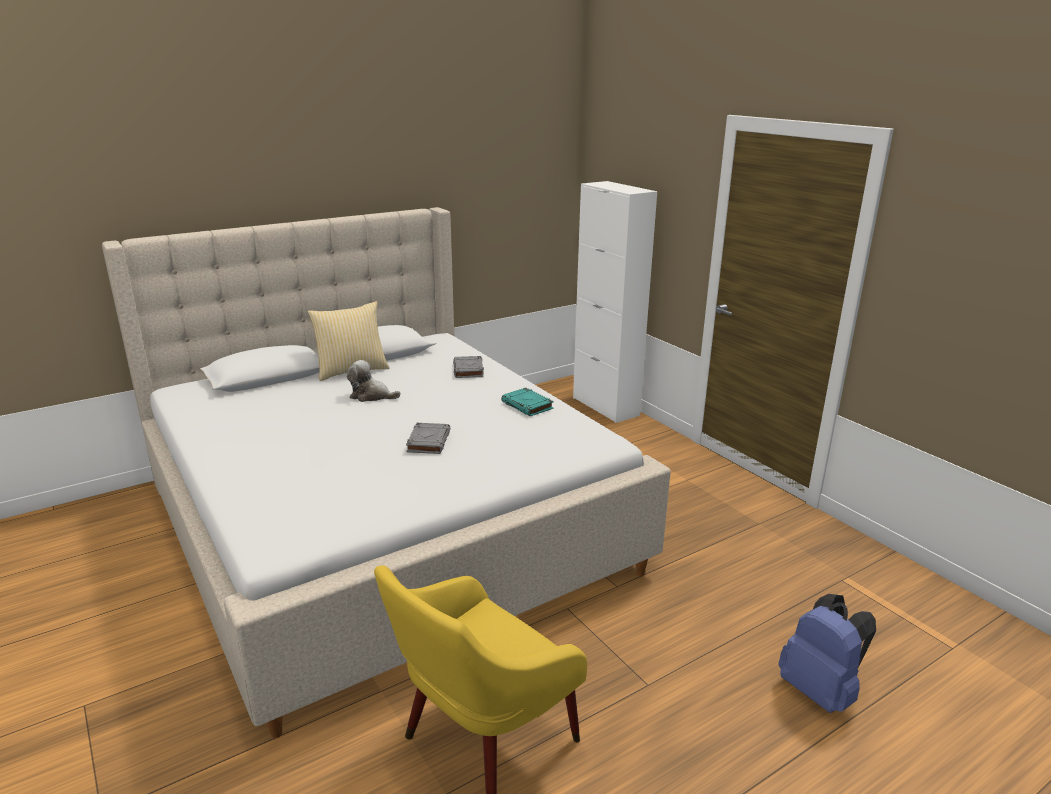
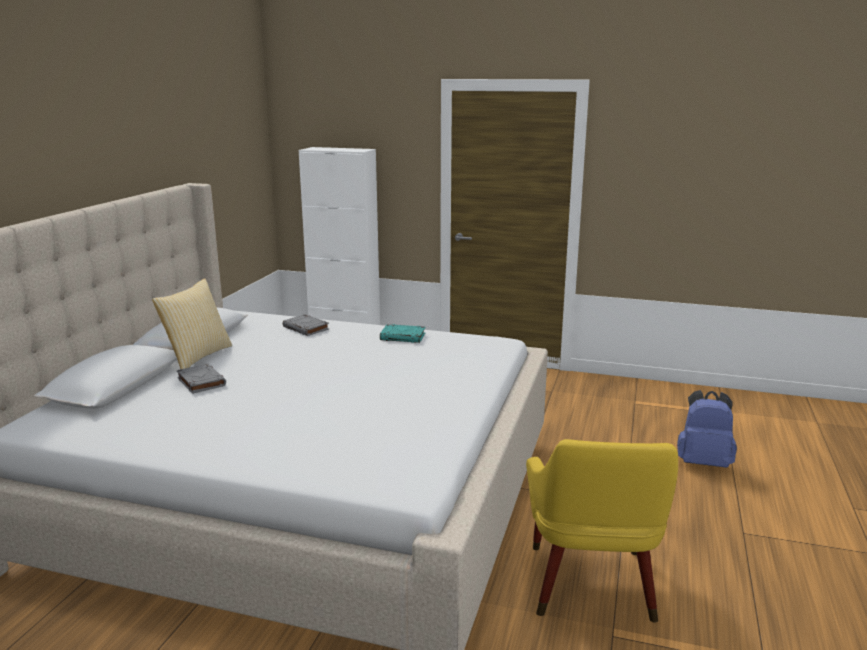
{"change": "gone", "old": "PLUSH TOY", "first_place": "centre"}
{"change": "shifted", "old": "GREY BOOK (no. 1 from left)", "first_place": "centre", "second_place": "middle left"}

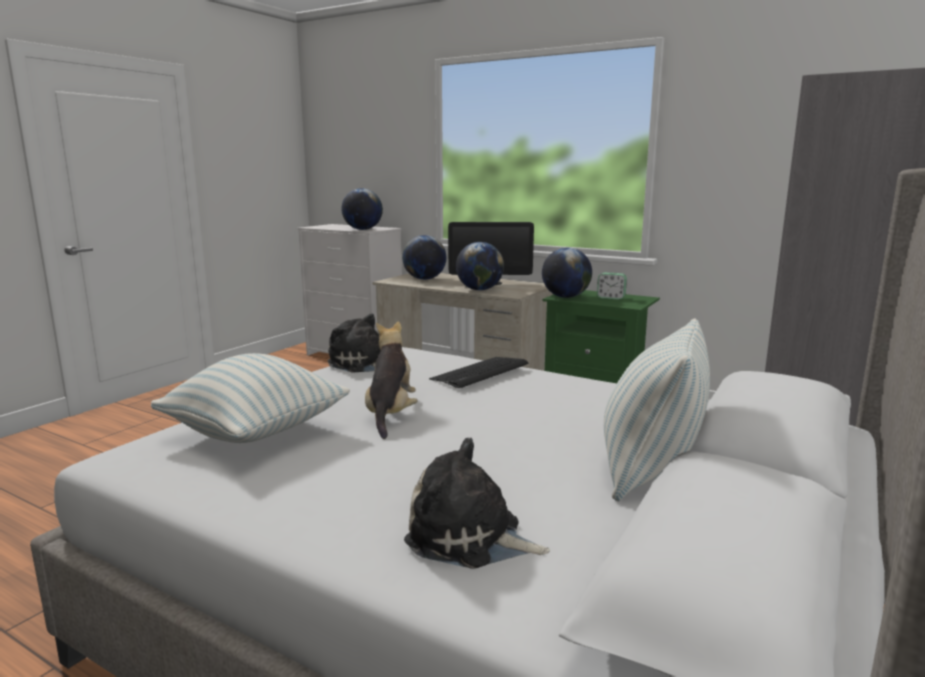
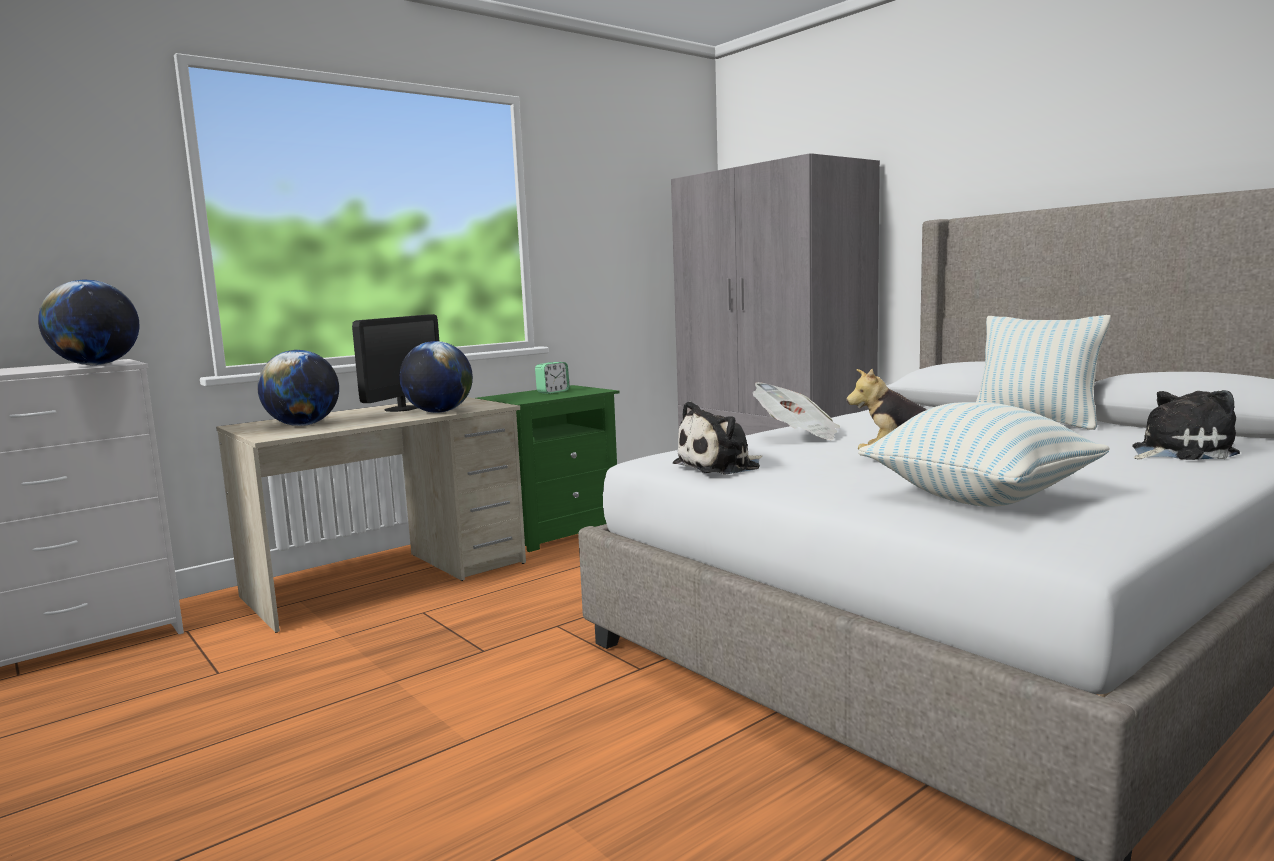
{"change": "gone", "old": "GLOBE (no. 4 from left)", "first_place": "centre"}
{"change": "swapped", "old": "KEYBOARD", "new": "NEWSPAPER", "first_place": "centre", "second_place": "centre"}
{"change": "rotated", "old": "PLUSH TOY (no. 3 from left)", "first_place": "bottom centre", "second_place": "middle right", "degrees": -150}

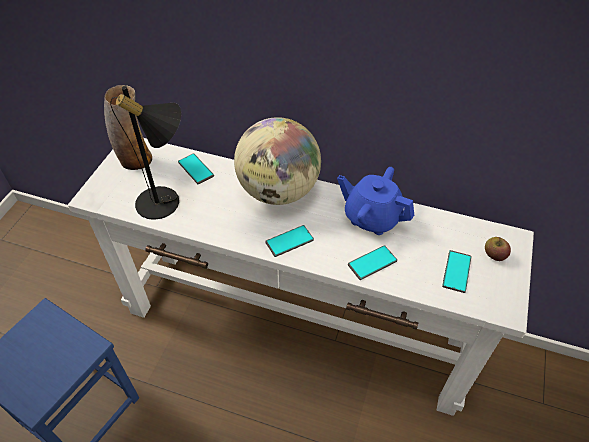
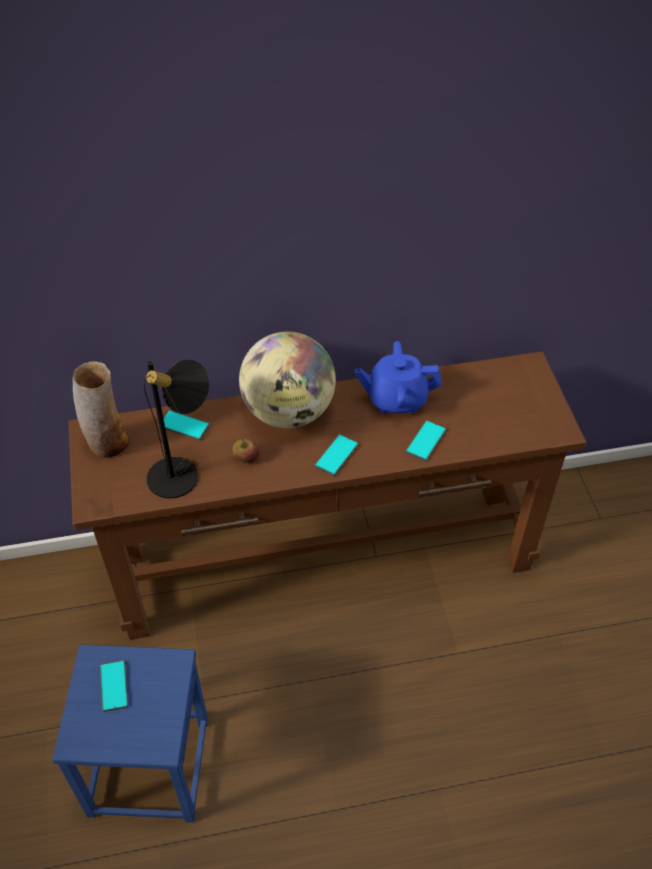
{"change": "shifted", "old": "PHONE (no. 4 from left in the first image)", "new": "PHONE (no. 1 from left)", "first_place": "middle right", "second_place": "bottom left"}
{"change": "shifted", "old": "APPLE", "first_place": "middle right", "second_place": "centre"}
{"change": "repainted", "old": "WHITE CONSOLE TABLE", "new": "BROWN CONSOLE TABLE", "first_place": "centre", "second_place": "centre"}

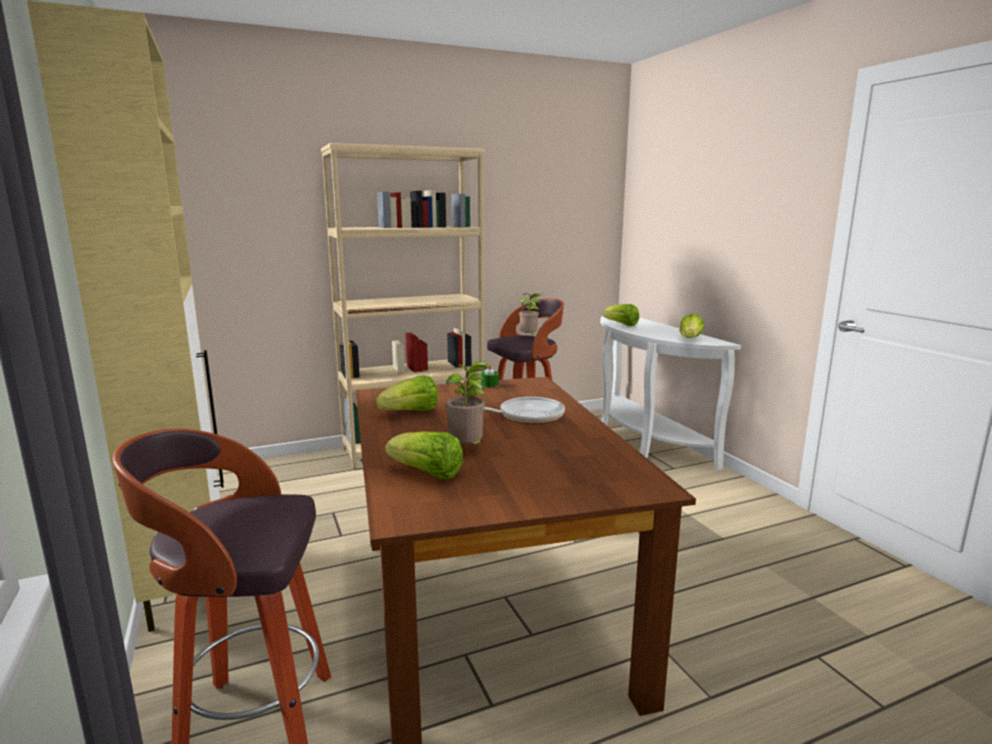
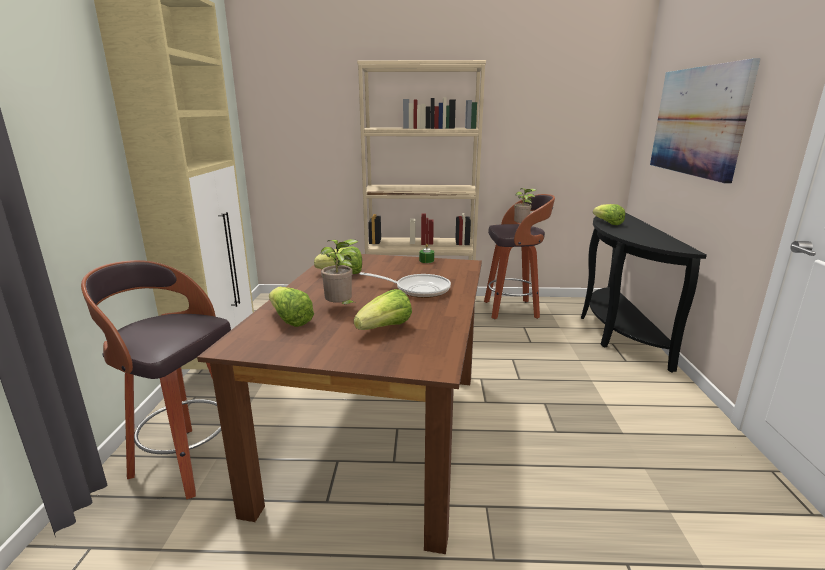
{"change": "new", "new": "PICTURE", "second_place": "top right"}
{"change": "shifted", "old": "LETTUCE (no. 4 from left in the first image)", "new": "LETTUCE (no. 3 from left)", "first_place": "middle right", "second_place": "centre"}
{"change": "repainted", "old": "WHITE CONSOLE TABLE", "new": "BLACK CONSOLE TABLE", "first_place": "middle right", "second_place": "middle right"}

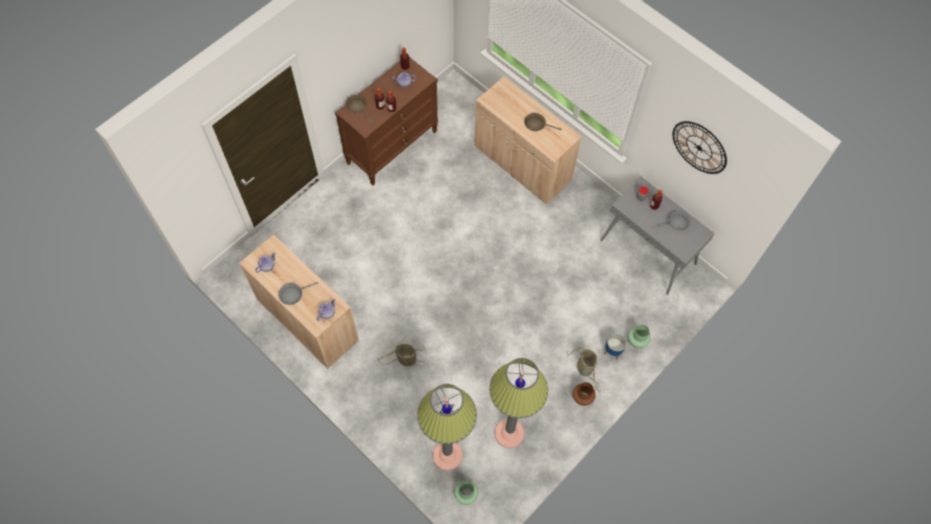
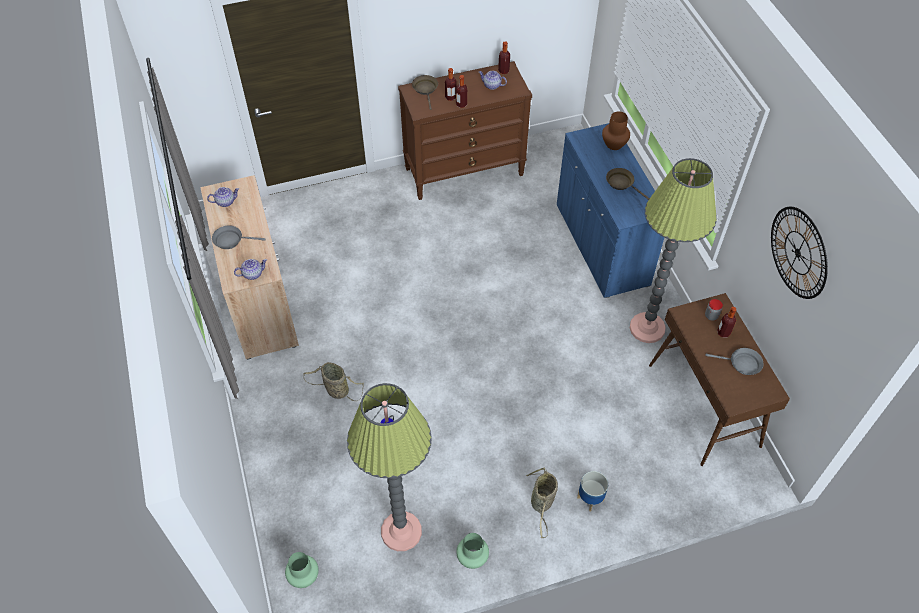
{"change": "shifted", "old": "FLOOR LAMP (no. 1 from left in the first image)", "new": "FLOOR LAMP (no. 2 from left)", "first_place": "bottom centre", "second_place": "middle right"}
{"change": "shifted", "old": "BROWN VASE", "first_place": "bottom centre", "second_place": "top right"}
{"change": "shifted", "old": "GREEN VASE (no. 2 from left)", "first_place": "middle right", "second_place": "bottom centre"}
{"change": "repainted", "old": "BEIGE CABINET (no. 2 from left)", "new": "BLUE CABINET", "first_place": "top centre", "second_place": "centre"}
{"change": "repainted", "old": "GREY CONSOLE TABLE", "new": "BROWN CONSOLE TABLE", "first_place": "middle right", "second_place": "middle right"}

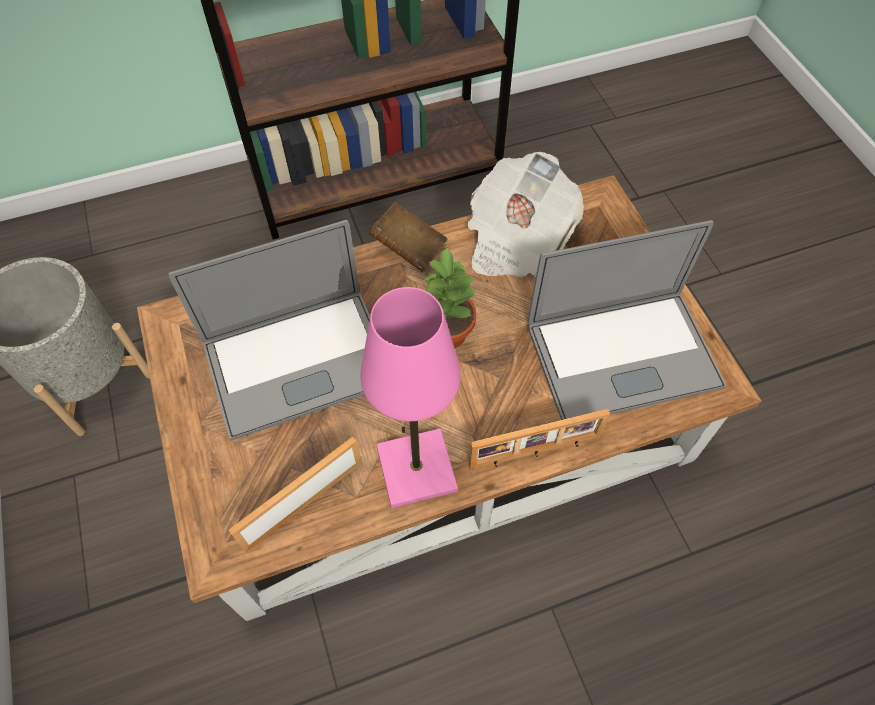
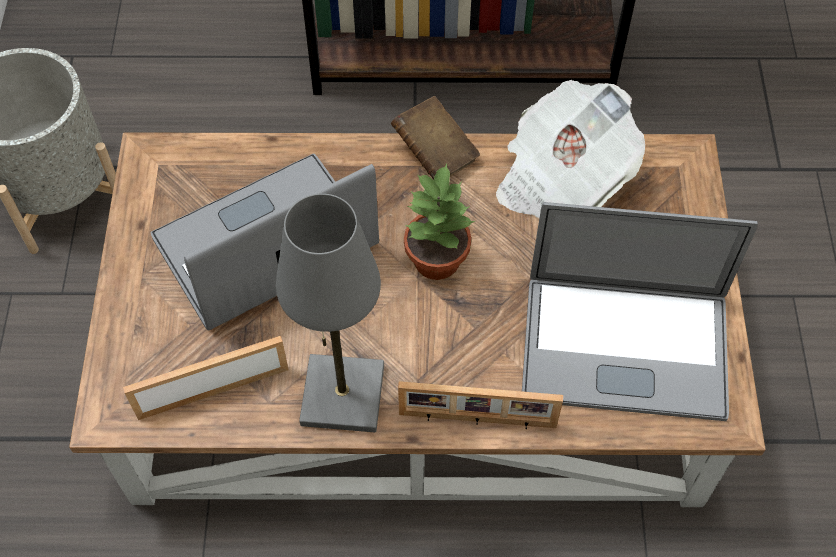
{"change": "repainted", "old": "PINK TABLE LAMP", "new": "GREY TABLE LAMP", "first_place": "centre", "second_place": "centre"}
{"change": "rotated", "old": "LAPTOP (no. 1 from left)", "first_place": "middle left", "second_place": "middle left", "degrees": 150}

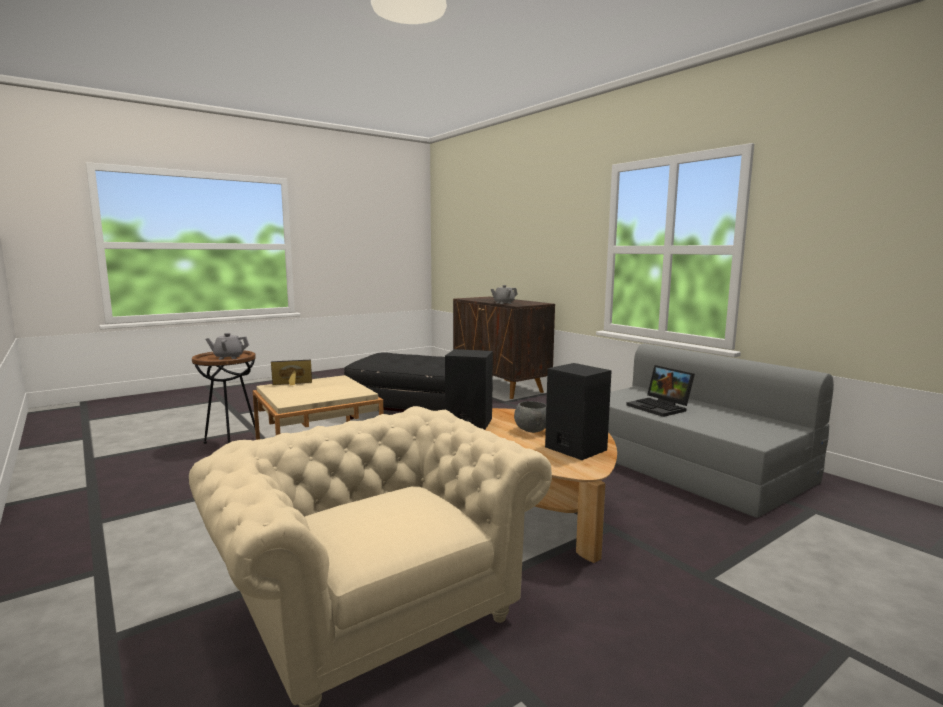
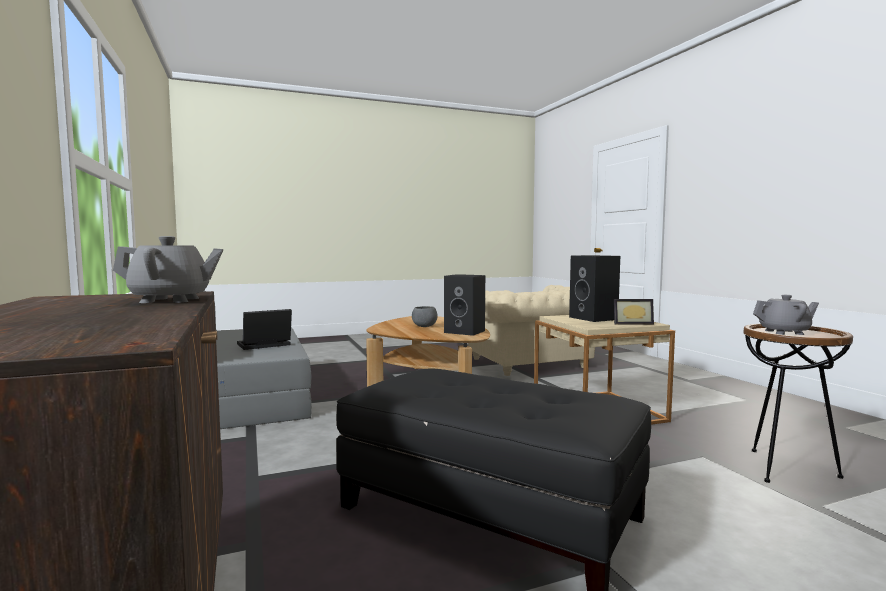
{"change": "shifted", "old": "BLACK SPEAKER (no. 2 from left)", "first_place": "centre", "second_place": "middle right"}
{"change": "rotated", "old": "LAPTOP", "first_place": "middle right", "second_place": "middle left", "degrees": -105}

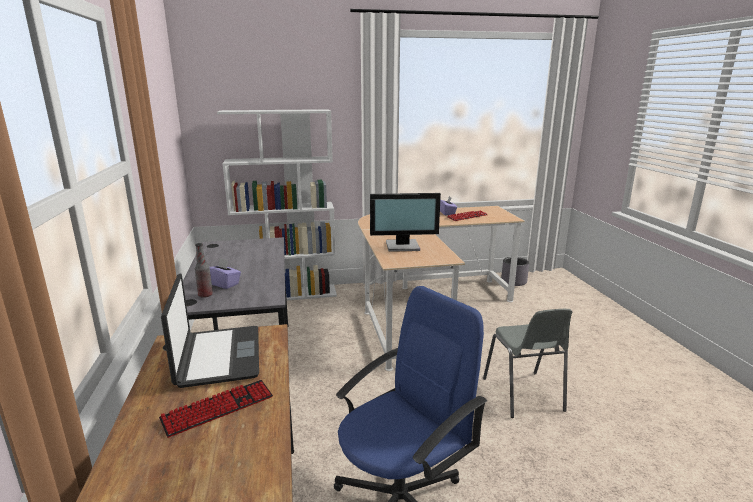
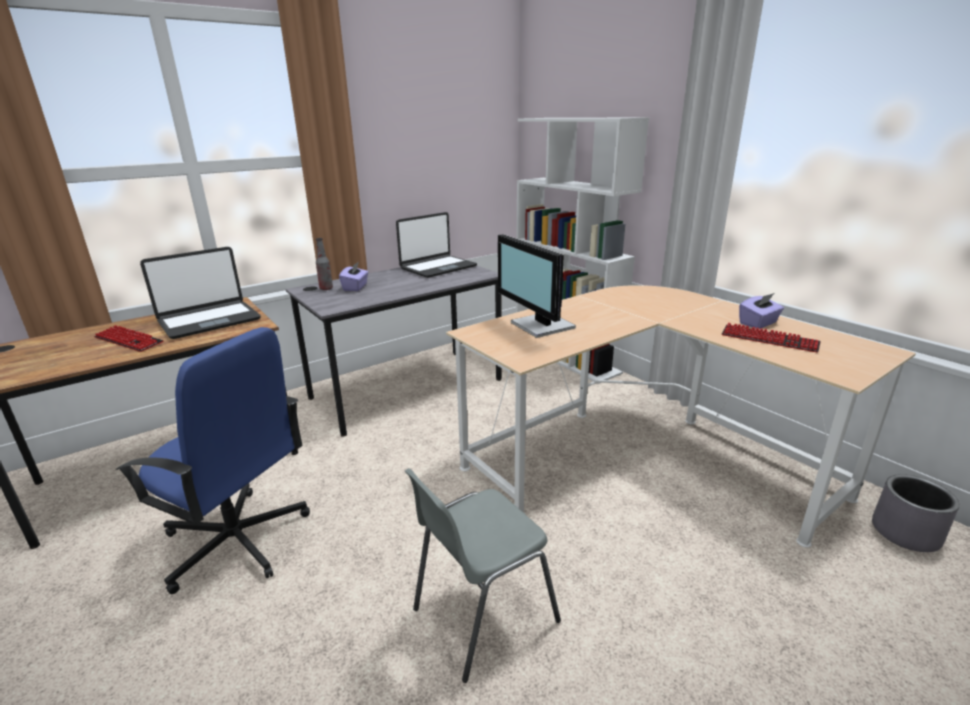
{"change": "new", "new": "LAPTOP (no. 2 from left)", "second_place": "centre"}

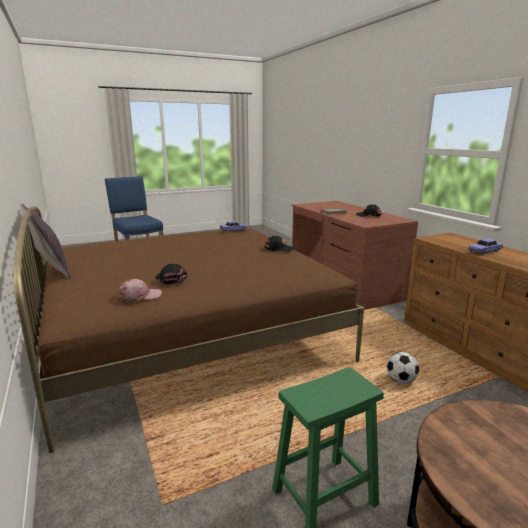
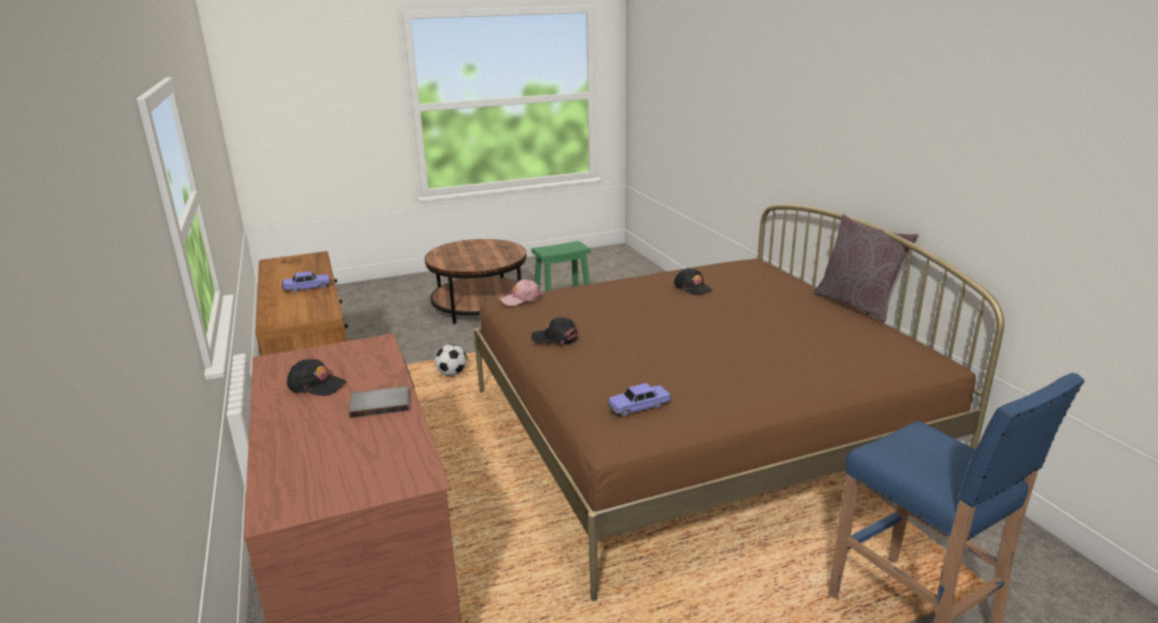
{"change": "shifted", "old": "PINK CAP", "first_place": "middle left", "second_place": "centre"}

